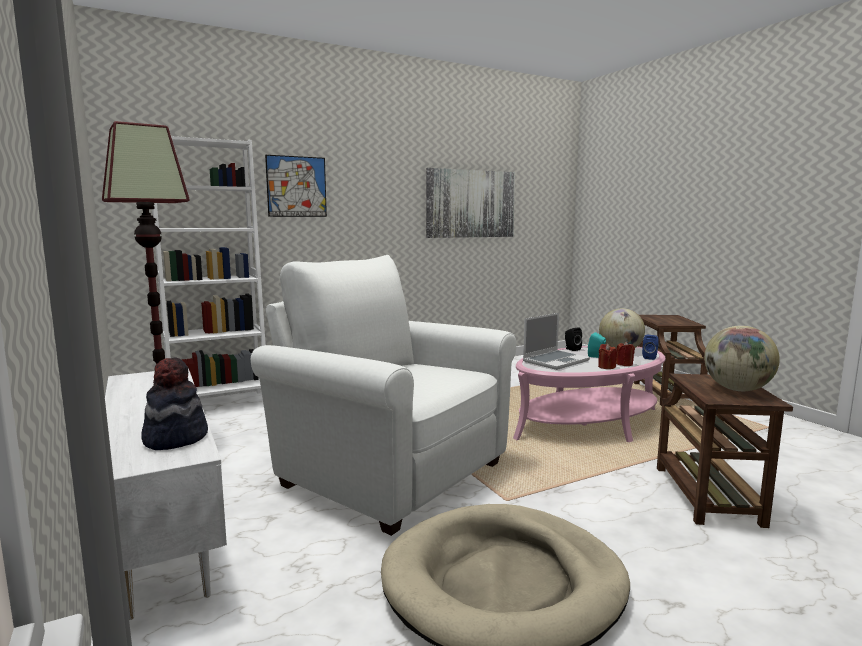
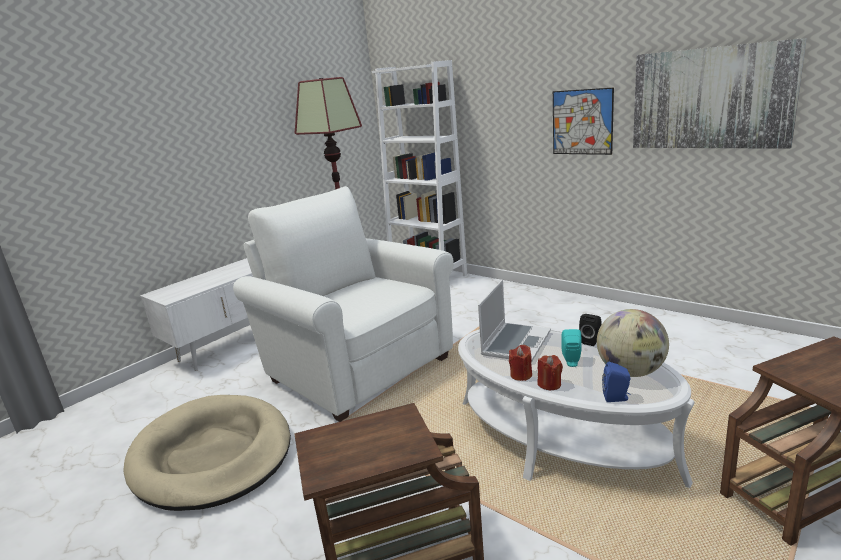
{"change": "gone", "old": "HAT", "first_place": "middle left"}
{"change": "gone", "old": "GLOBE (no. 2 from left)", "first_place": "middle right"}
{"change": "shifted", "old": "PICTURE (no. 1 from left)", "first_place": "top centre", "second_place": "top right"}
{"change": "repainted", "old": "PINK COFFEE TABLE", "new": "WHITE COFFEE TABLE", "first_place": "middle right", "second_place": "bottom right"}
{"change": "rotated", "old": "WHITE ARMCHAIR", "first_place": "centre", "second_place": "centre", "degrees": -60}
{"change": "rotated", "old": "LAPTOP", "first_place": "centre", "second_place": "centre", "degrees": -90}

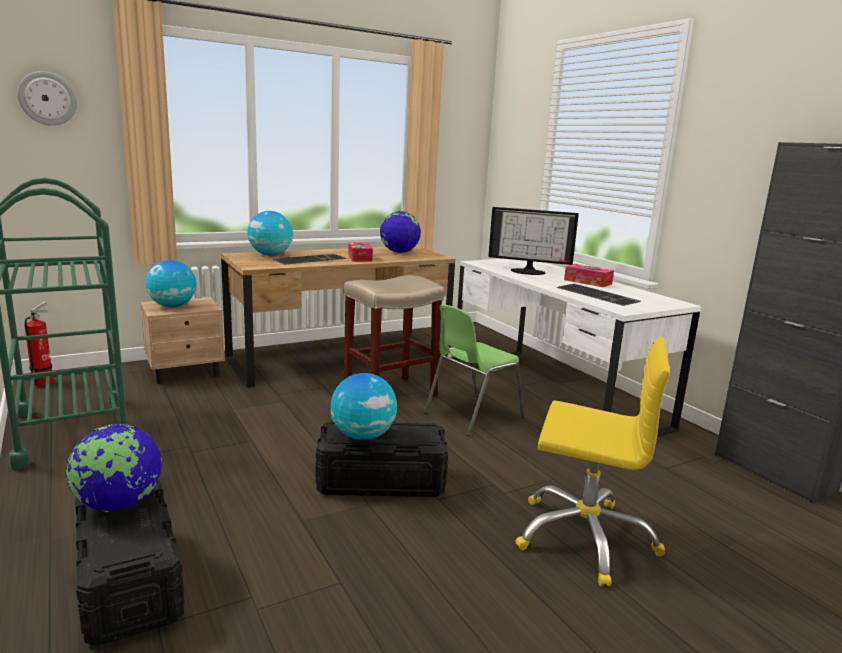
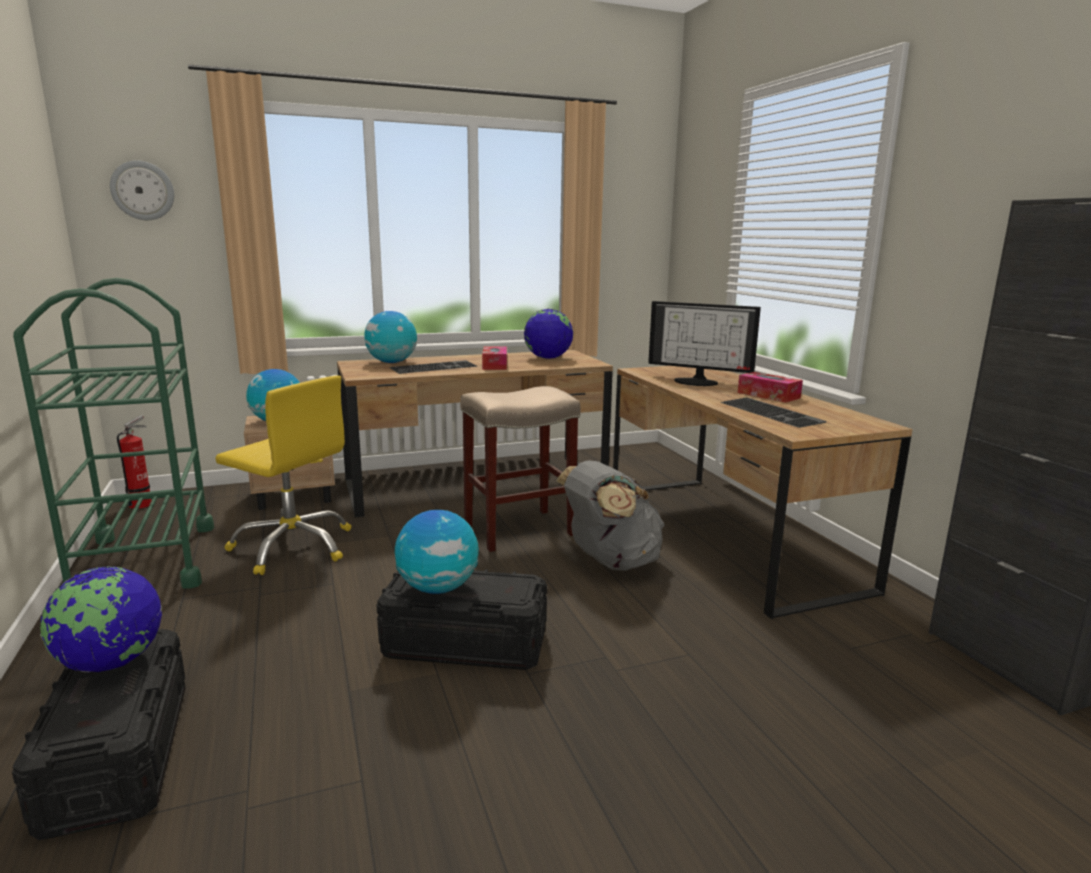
{"change": "shifted", "old": "YELLOW OFFICE CHAIR", "first_place": "bottom right", "second_place": "middle left"}
{"change": "swapped", "old": "GREEN CHAIR", "new": "GREY BACKPACK", "first_place": "centre", "second_place": "centre"}
{"change": "repainted", "old": "WHITE DESK", "new": "BROWN DESK (no. 2 from left)", "first_place": "middle right", "second_place": "middle right"}

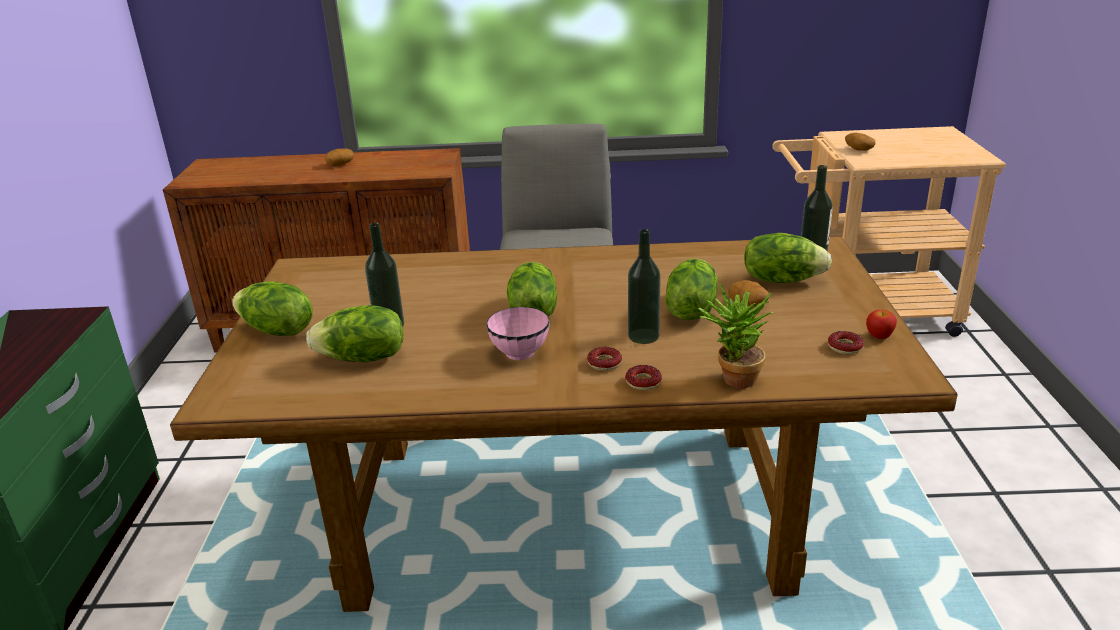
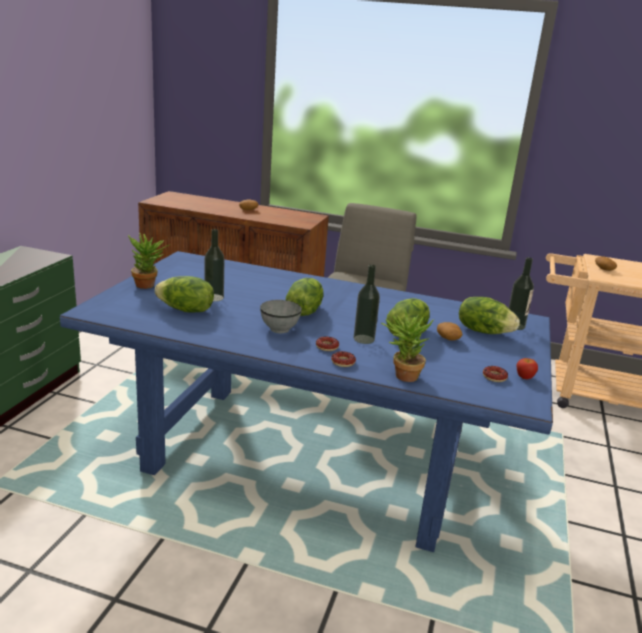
{"change": "swapped", "old": "LETTUCE (no. 1 from left)", "new": "POTTED PLANT (no. 1 from left)", "first_place": "middle left", "second_place": "middle left"}
{"change": "repainted", "old": "BROWN DINING TABLE", "new": "BLUE DINING TABLE", "first_place": "bottom centre", "second_place": "centre"}
{"change": "repainted", "old": "PINK BOWL", "new": "GREY BOWL", "first_place": "centre", "second_place": "centre"}

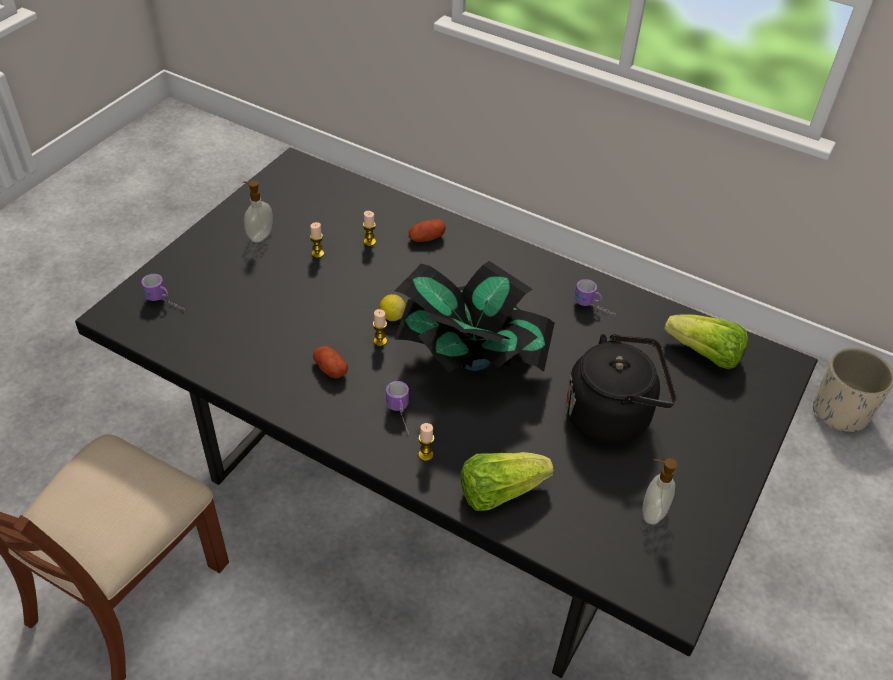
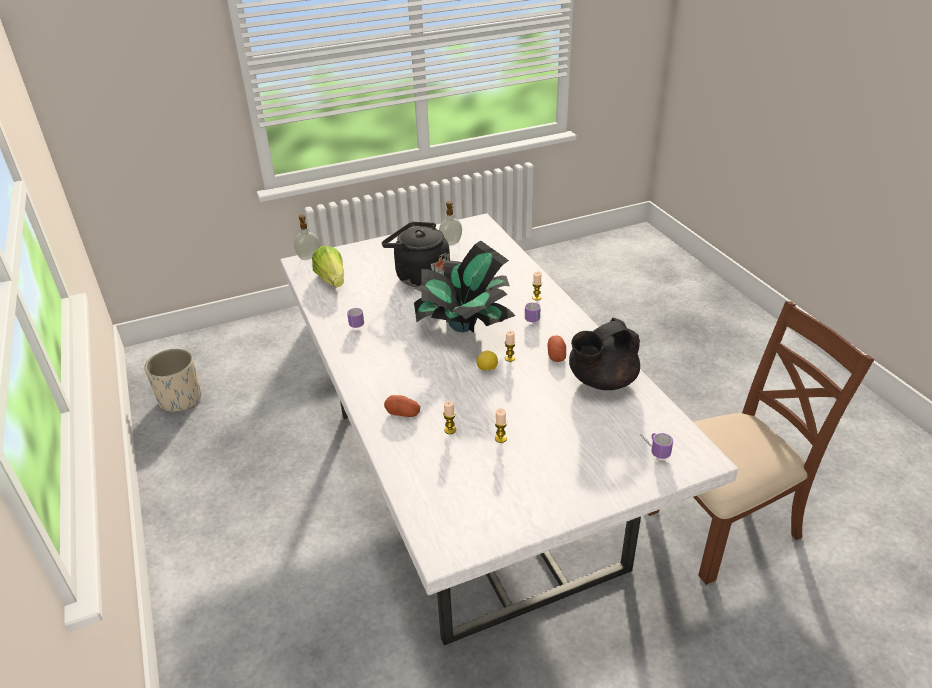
{"change": "gone", "old": "LETTUCE (no. 1 from left)", "first_place": "bottom centre"}
{"change": "new", "new": "BLACK TEAPOT", "second_place": "centre"}
{"change": "shifted", "old": "SOAP DISPENSER (no. 1 from left)", "first_place": "top left", "second_place": "middle left"}
{"change": "repainted", "old": "BLACK DINING TABLE", "new": "WHITE DINING TABLE", "first_place": "centre", "second_place": "centre"}

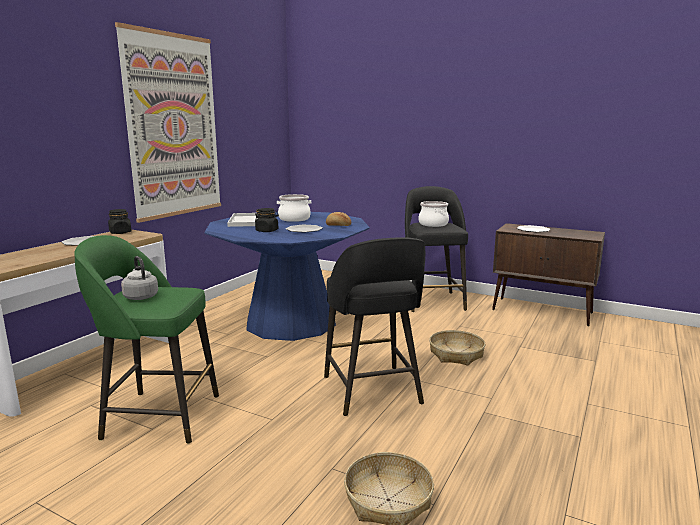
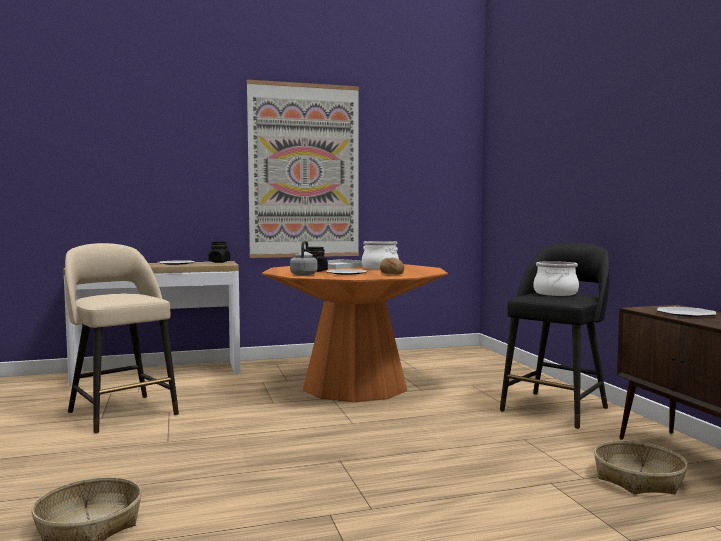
{"change": "gone", "old": "BLACK STOOL (no. 1 from left)", "first_place": "centre"}
{"change": "shifted", "old": "GREY KETTLE", "first_place": "middle left", "second_place": "centre"}
{"change": "shifted", "old": "BASKET (no. 2 from left)", "first_place": "centre", "second_place": "bottom right"}
{"change": "repainted", "old": "GREEN STOOL", "new": "BEIGE STOOL", "first_place": "middle left", "second_place": "middle left"}
{"change": "repainted", "old": "BLUE DINING TABLE", "new": "ORANGE DINING TABLE", "first_place": "centre", "second_place": "centre"}

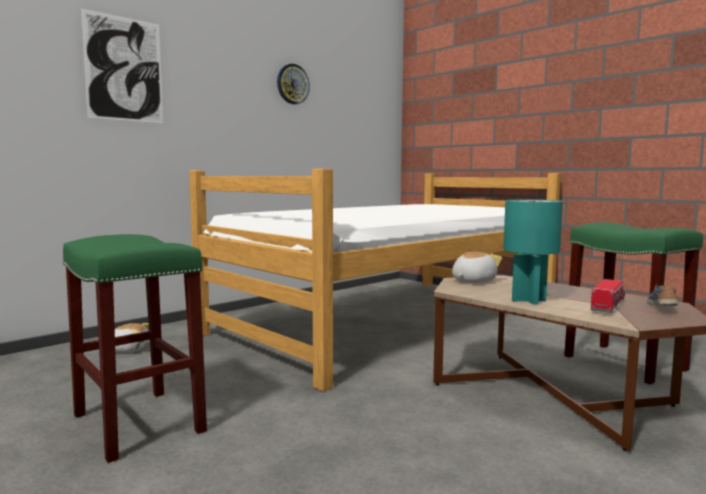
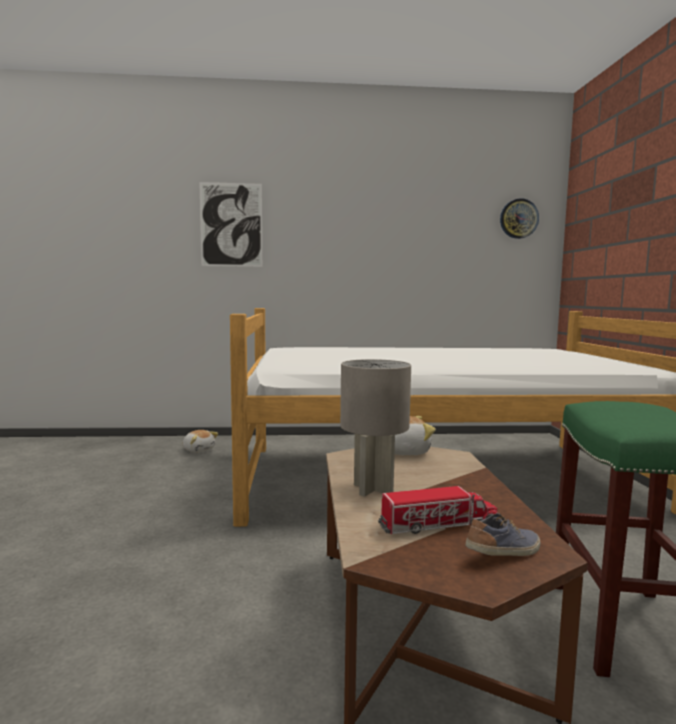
{"change": "gone", "old": "GREEN STOOL (no. 1 from left)", "first_place": "bottom left"}
{"change": "shifted", "old": "WALL CLOCK", "first_place": "top centre", "second_place": "top right"}
{"change": "repainted", "old": "TURQUOISE TABLE LAMP", "new": "GREY TABLE LAMP", "first_place": "middle right", "second_place": "centre"}

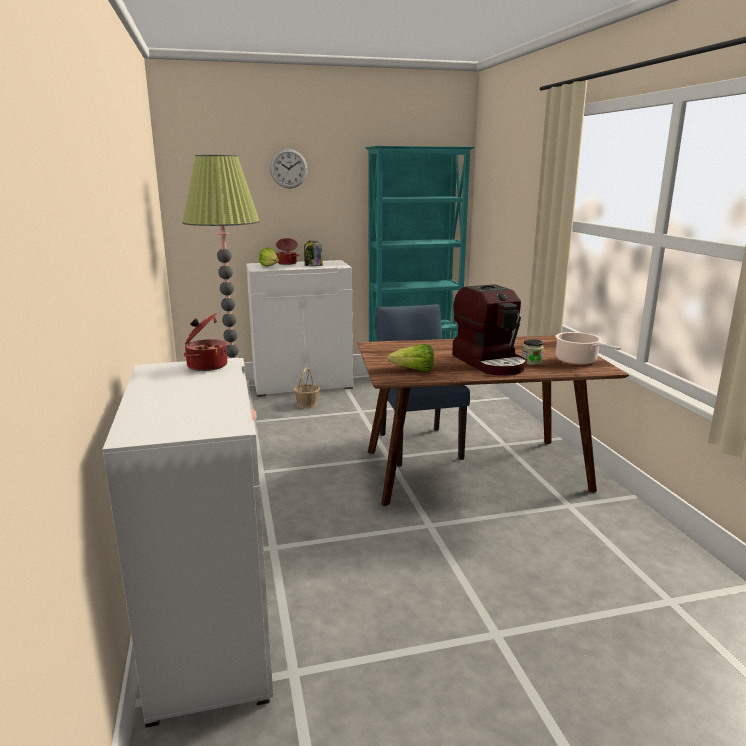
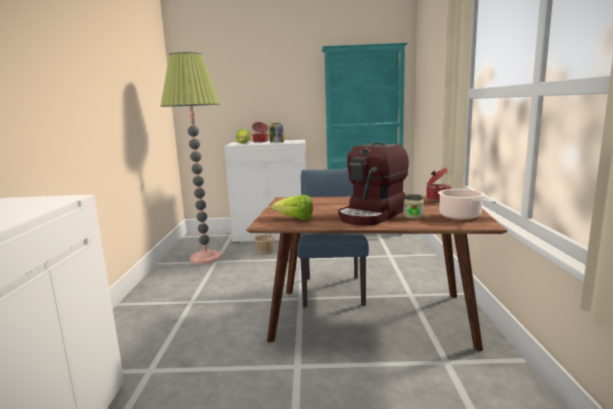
{"change": "gone", "old": "WALL CLOCK", "first_place": "top centre"}
{"change": "shifted", "old": "COOKING POT (no. 1 from left in the first image)", "new": "COOKING POT (no. 2 from left)", "first_place": "middle left", "second_place": "middle right"}
{"change": "rotated", "old": "COFFEE MACHINE", "first_place": "centre", "second_place": "centre", "degrees": 45}

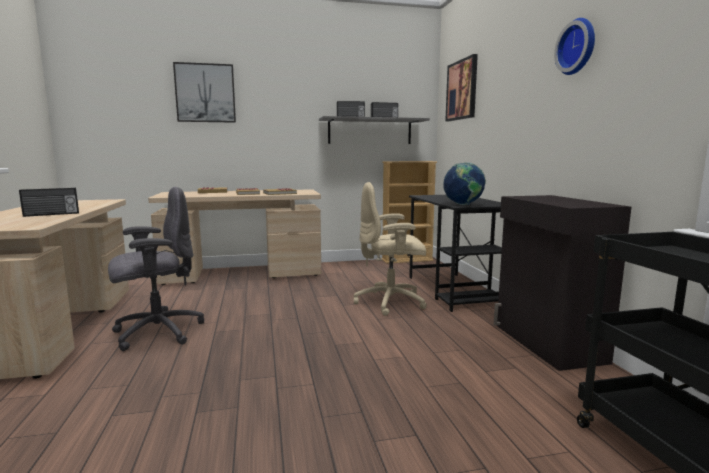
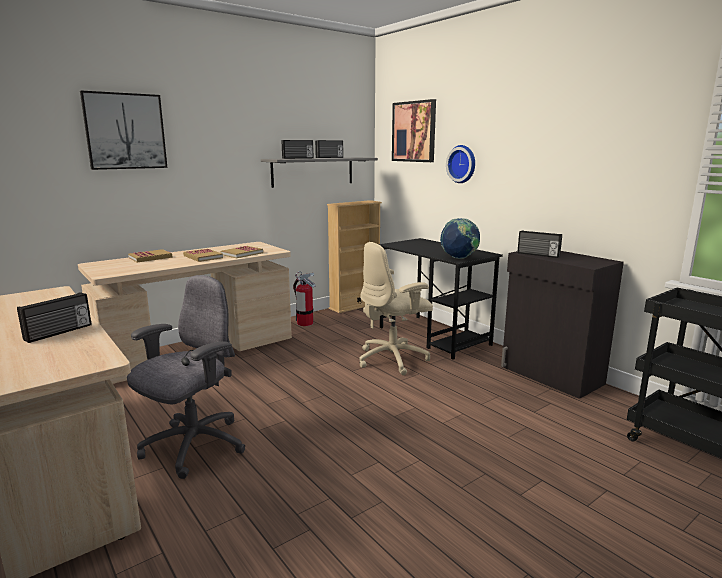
{"change": "new", "new": "FIRE EXTINGUISHER", "second_place": "centre"}
{"change": "new", "new": "RADIO (no. 4 from left)", "second_place": "middle right"}
{"change": "shifted", "old": "WALL CLOCK", "first_place": "top right", "second_place": "top centre"}

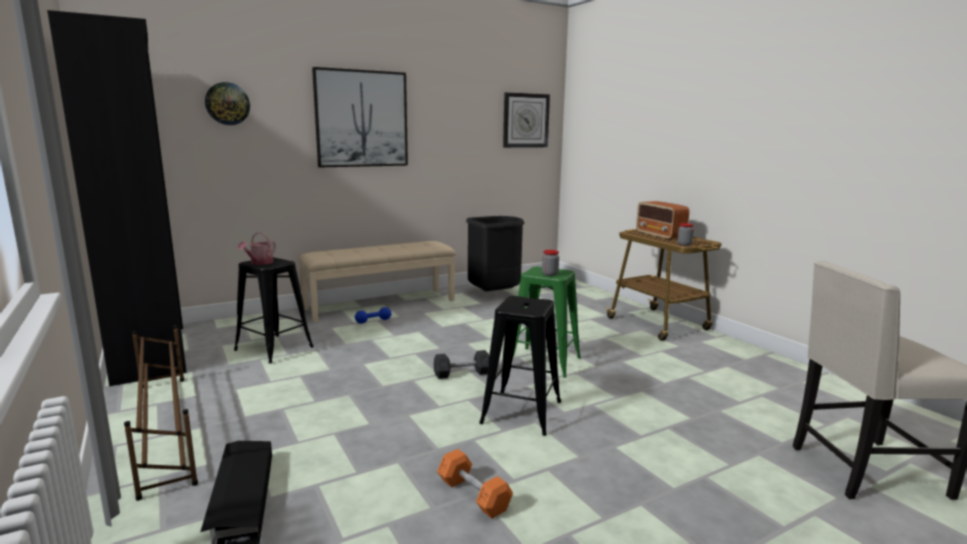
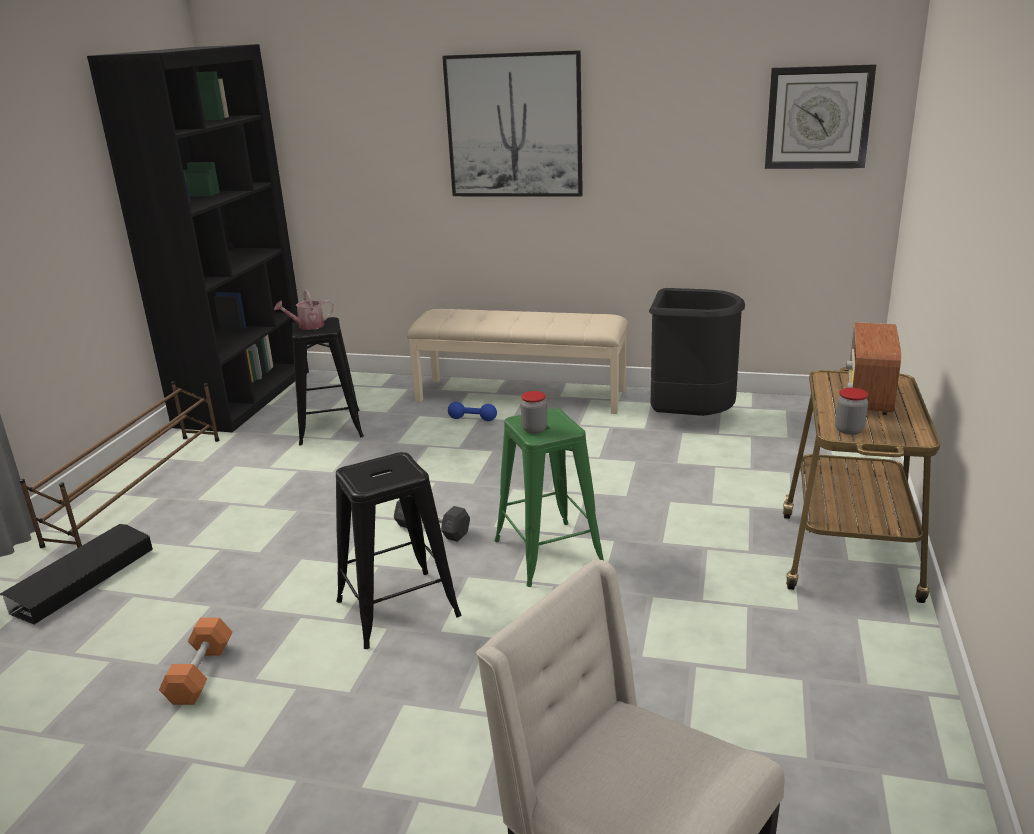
{"change": "gone", "old": "WALL CLOCK (no. 1 from left)", "first_place": "top left"}

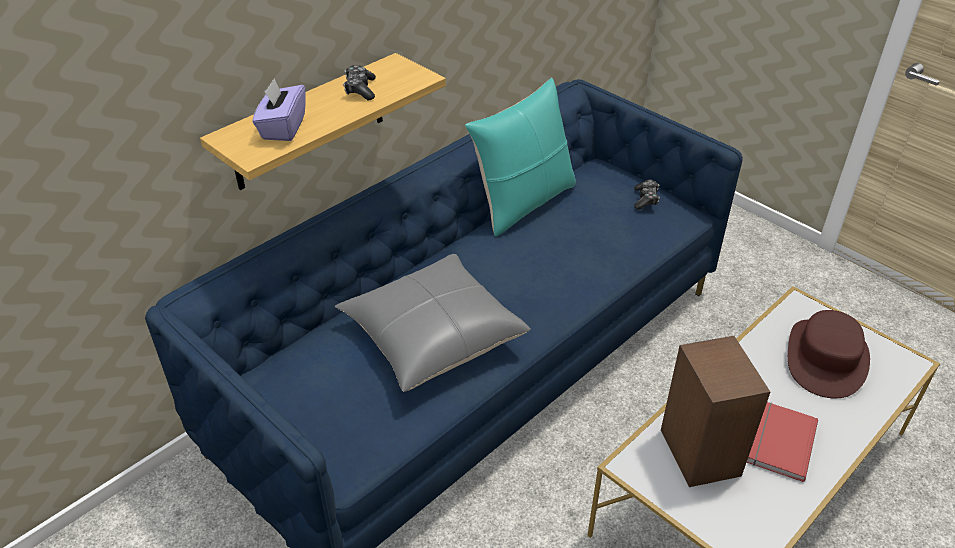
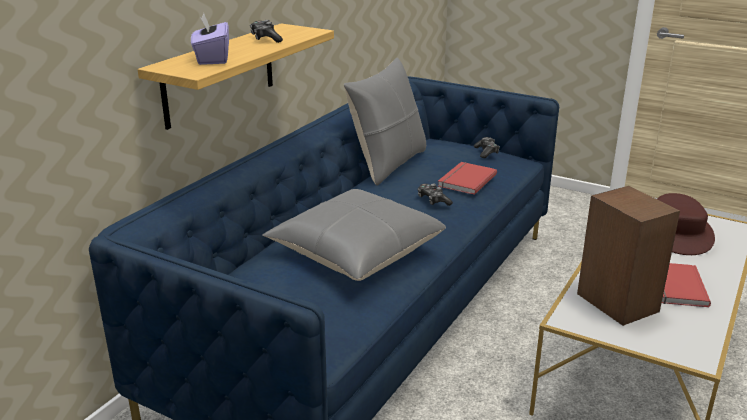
{"change": "new", "new": "GAME CONTROLLER (no. 2 from left)", "second_place": "centre"}
{"change": "new", "new": "RED BOOK (no. 1 from left)", "second_place": "centre"}
{"change": "repainted", "old": "TURQUOISE PILLOW", "new": "GREY PILLOW (no. 2 from left)", "first_place": "top centre", "second_place": "top centre"}

